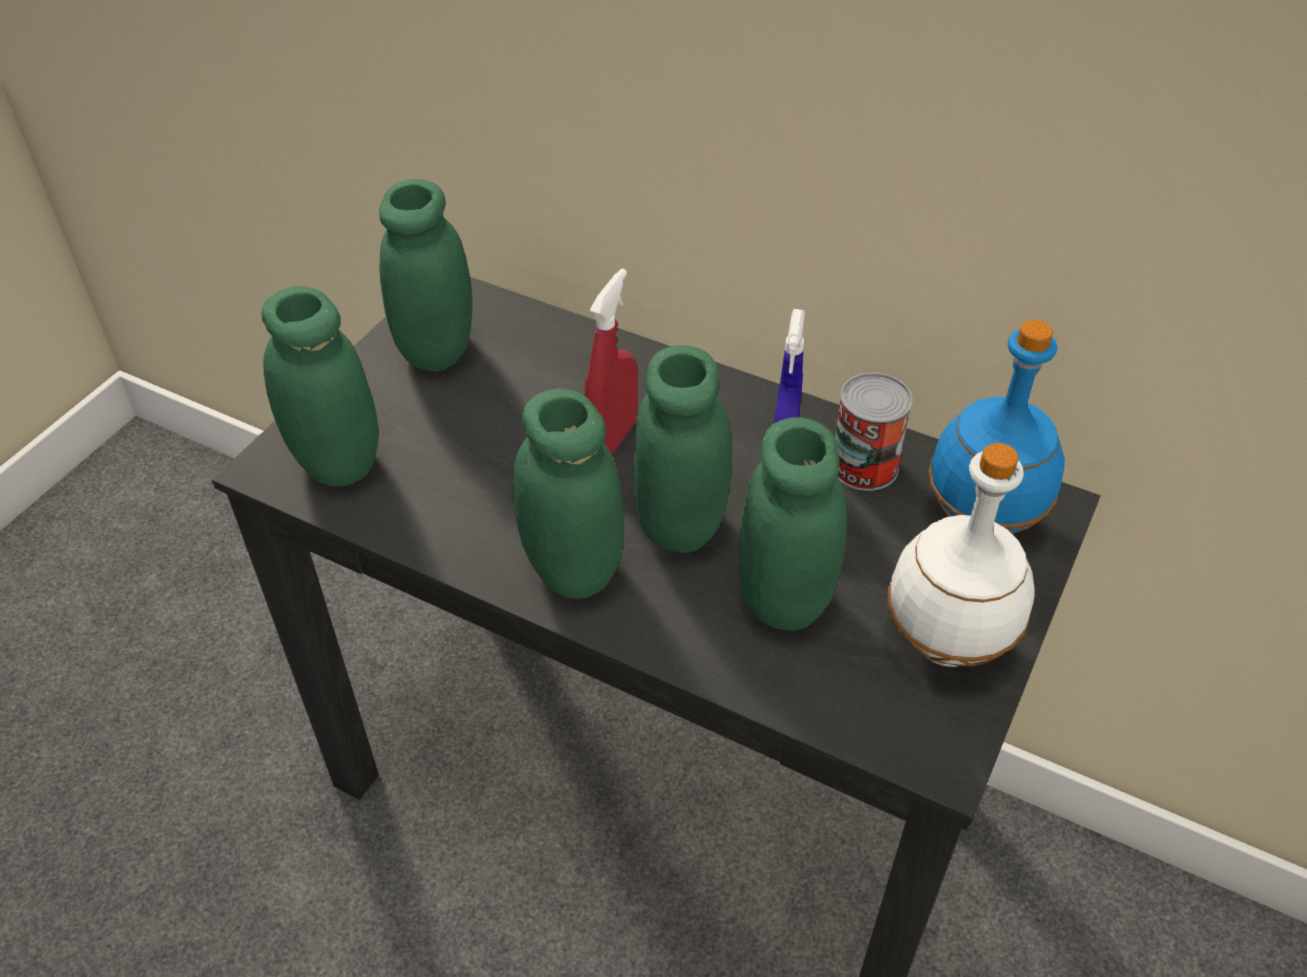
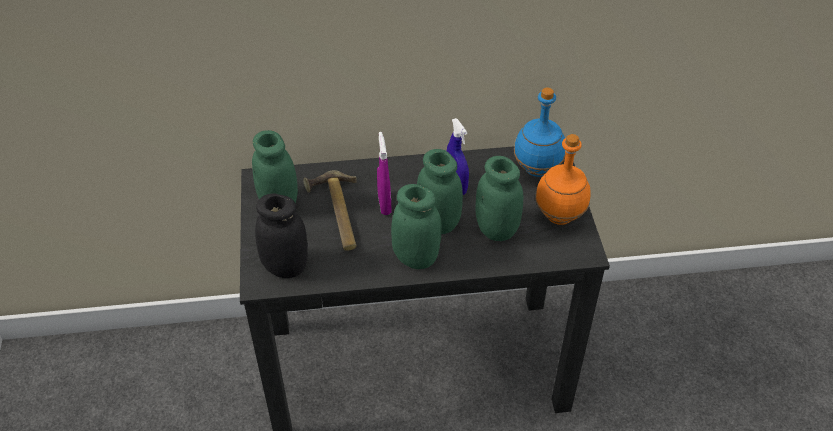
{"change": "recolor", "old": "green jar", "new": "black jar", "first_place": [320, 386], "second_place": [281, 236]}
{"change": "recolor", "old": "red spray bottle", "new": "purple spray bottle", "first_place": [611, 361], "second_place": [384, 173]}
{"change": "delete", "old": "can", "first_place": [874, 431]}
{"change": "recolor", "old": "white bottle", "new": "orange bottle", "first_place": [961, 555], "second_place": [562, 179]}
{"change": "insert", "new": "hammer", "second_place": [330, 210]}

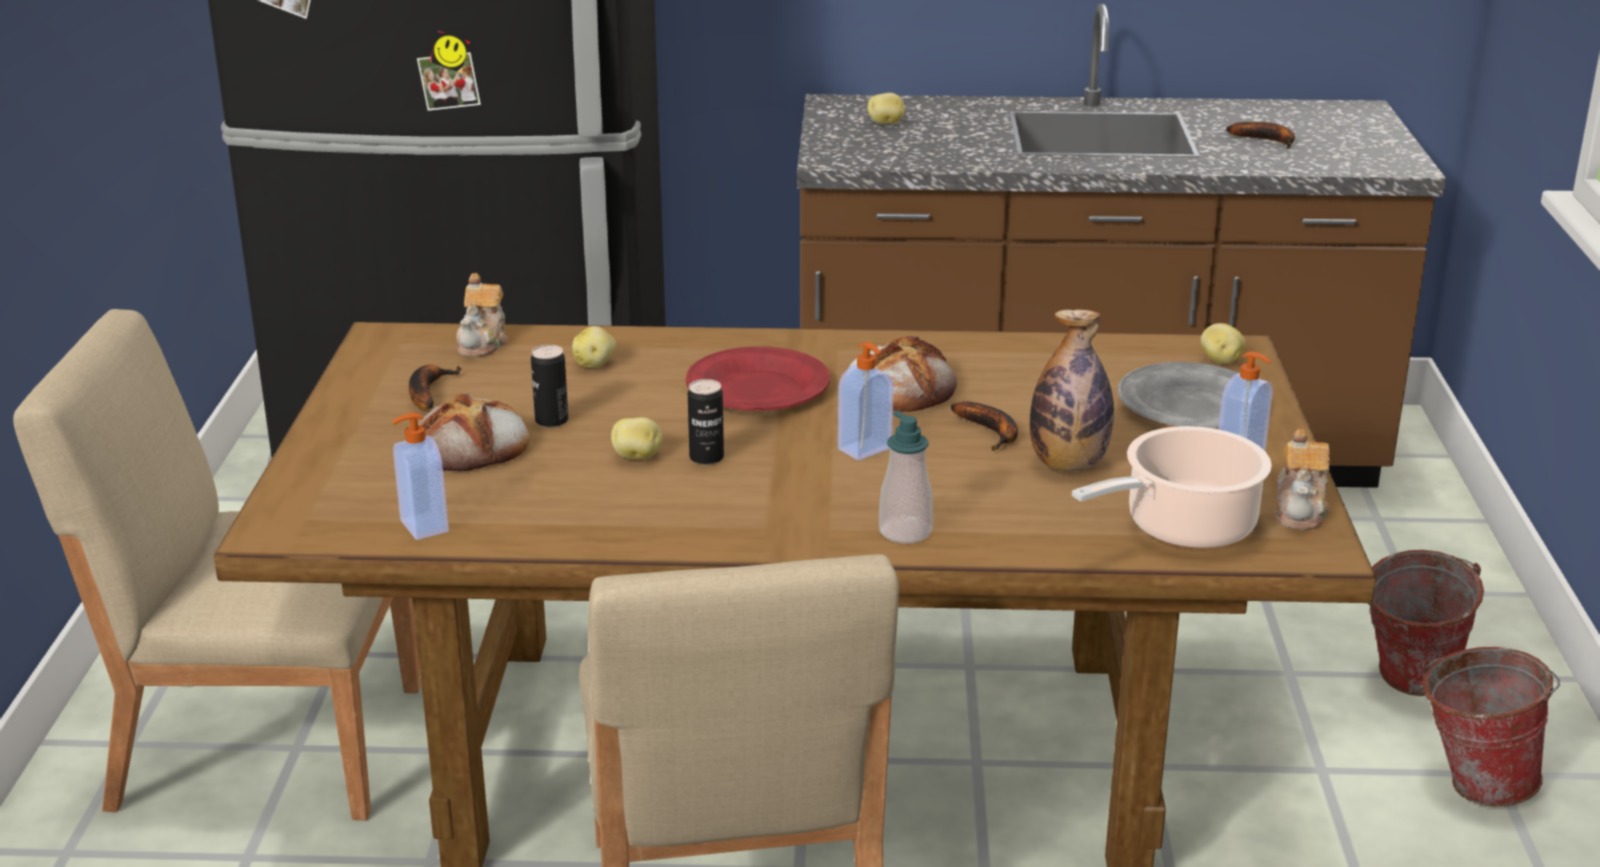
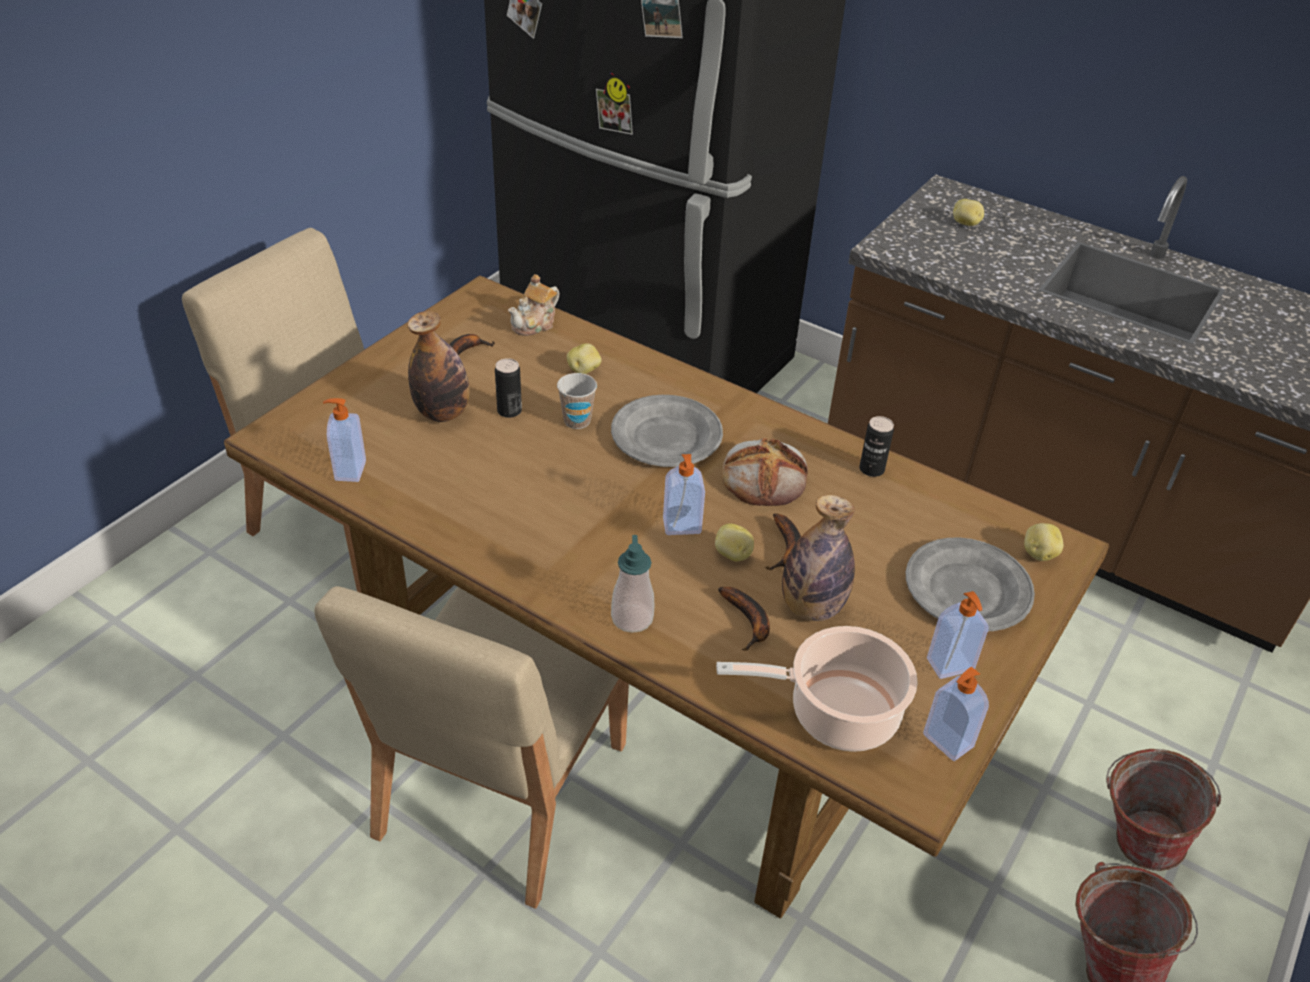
{"change": "replace", "old": "bread", "new": "bottle", "first_place": [474, 432], "second_place": [439, 366]}
{"change": "move", "old": "potato", "first_place": [637, 438], "second_place": [734, 542]}
{"change": "recolor", "old": "red plate", "new": "grey plate", "first_place": [758, 378], "second_place": [667, 431]}
{"change": "move", "old": "can", "first_place": [706, 422], "second_place": [876, 446]}
{"change": "move", "old": "banana", "first_place": [1260, 135], "second_place": [744, 619]}
{"change": "replace", "old": "teapot", "new": "soap dispenser", "first_place": [1302, 479], "second_place": [956, 713]}
{"change": "insert", "new": "cup", "second_place": [577, 401]}

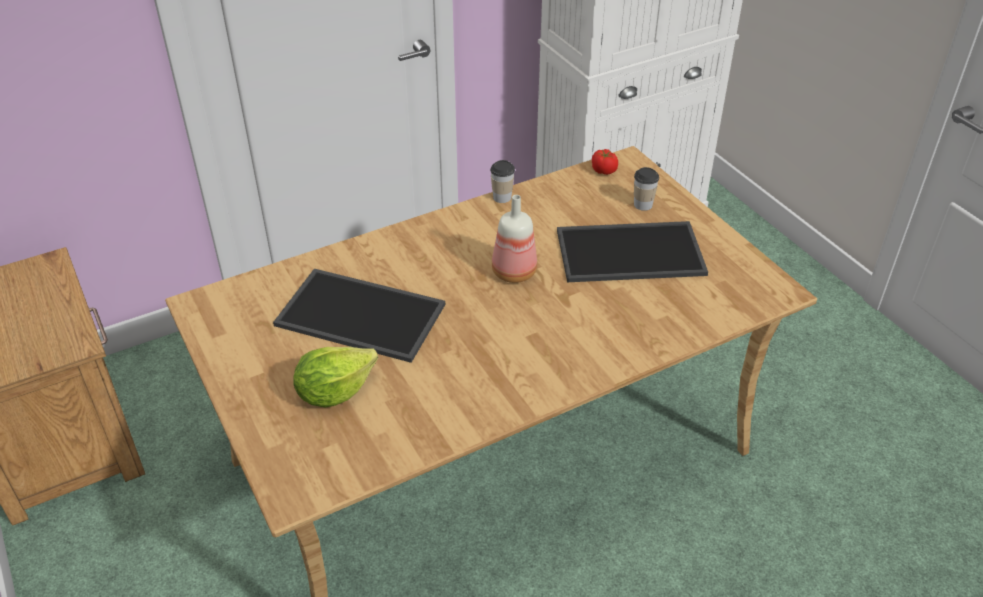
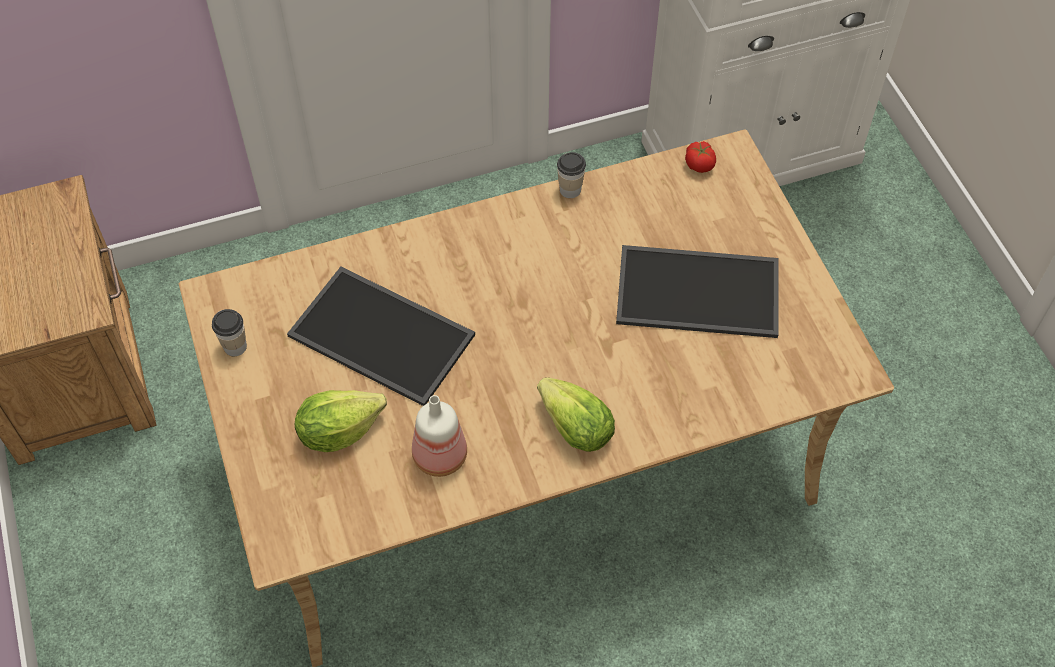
{"change": "move", "old": "bottle", "first_place": [514, 239], "second_place": [439, 436]}
{"change": "move", "old": "cup", "first_place": [646, 189], "second_place": [229, 332]}
{"change": "insert", "new": "lettuce", "second_place": [576, 414]}

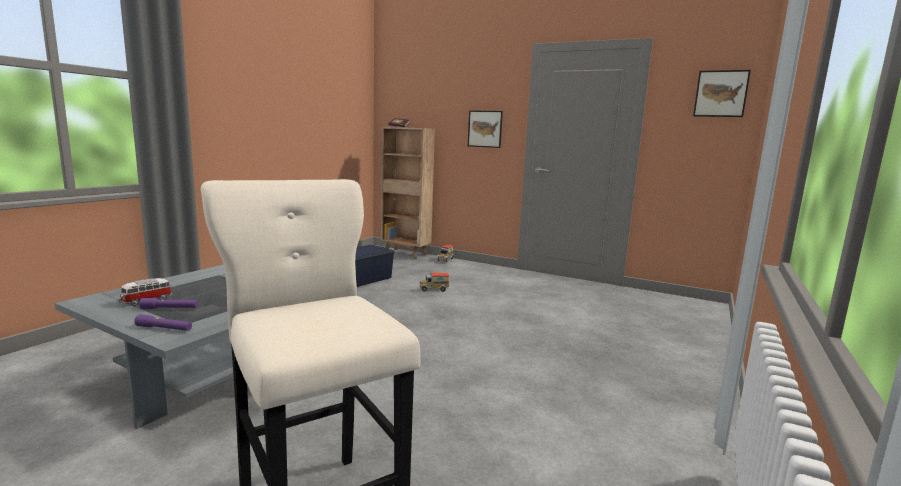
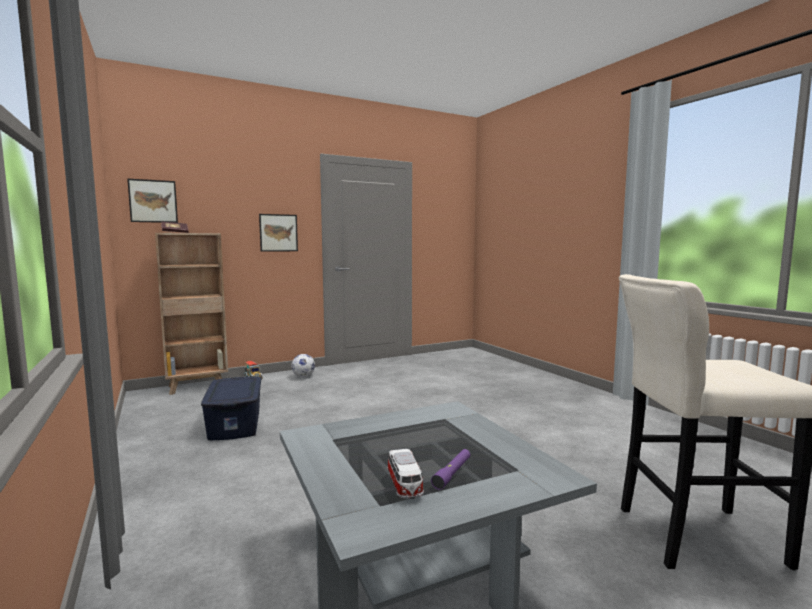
{"change": "delete", "old": "purple flashlight", "first_place": [163, 322]}
{"change": "delete", "old": "toy truck", "first_place": [434, 282]}
{"change": "move", "old": "picture", "first_place": [722, 93], "second_place": [152, 200]}
{"change": "insert", "new": "football", "second_place": [303, 365]}

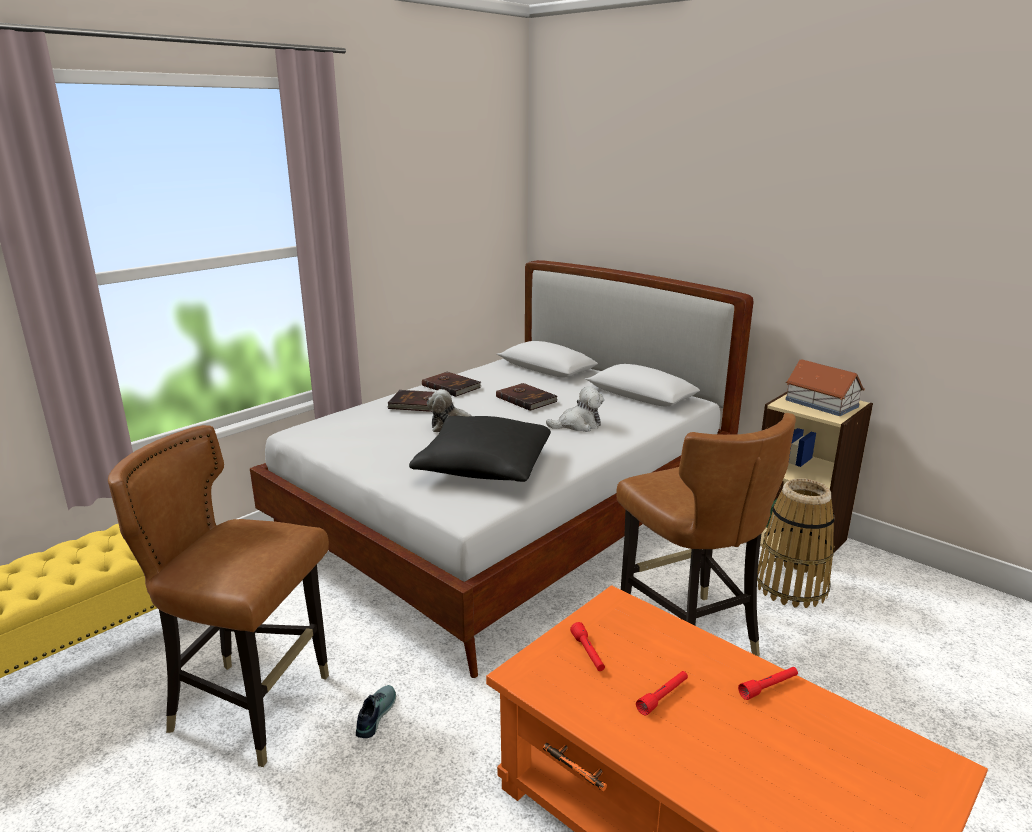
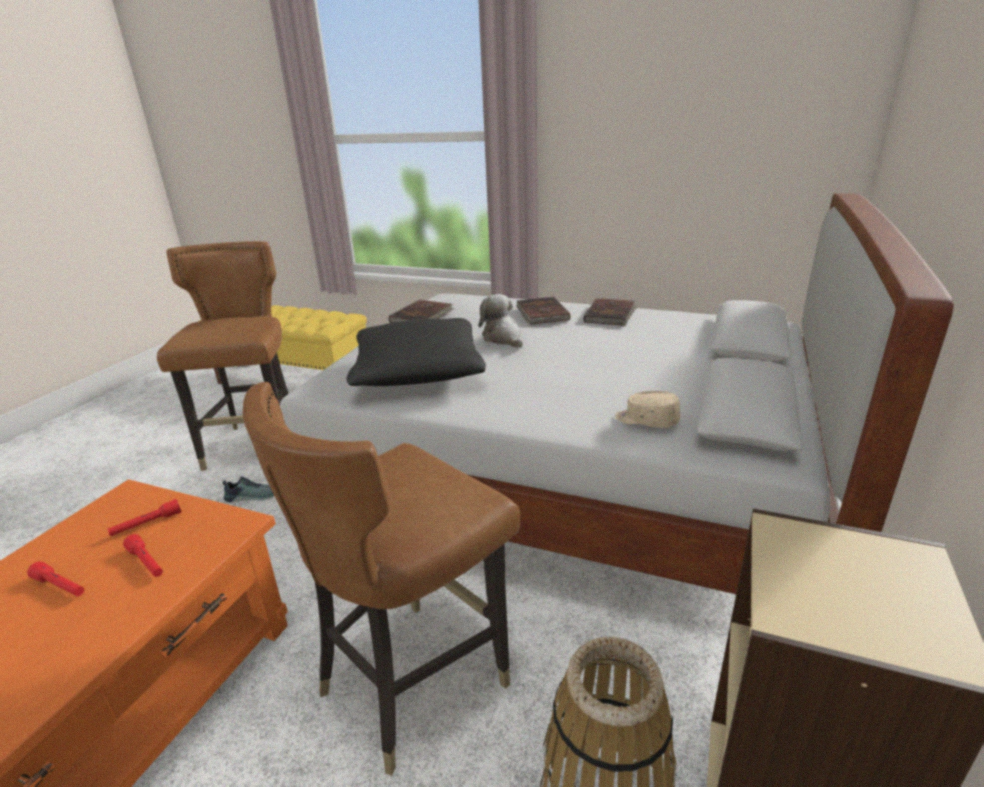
{"change": "move", "old": "brown book", "first_place": [527, 397], "second_place": [422, 311]}
{"change": "delete", "old": "plush toy", "first_place": [575, 409]}
{"change": "move", "old": "red flashlight", "first_place": [768, 683], "second_place": [143, 555]}
{"change": "delete", "old": "toy house", "first_place": [825, 387]}
{"change": "insert", "new": "beige cap", "second_place": [647, 409]}

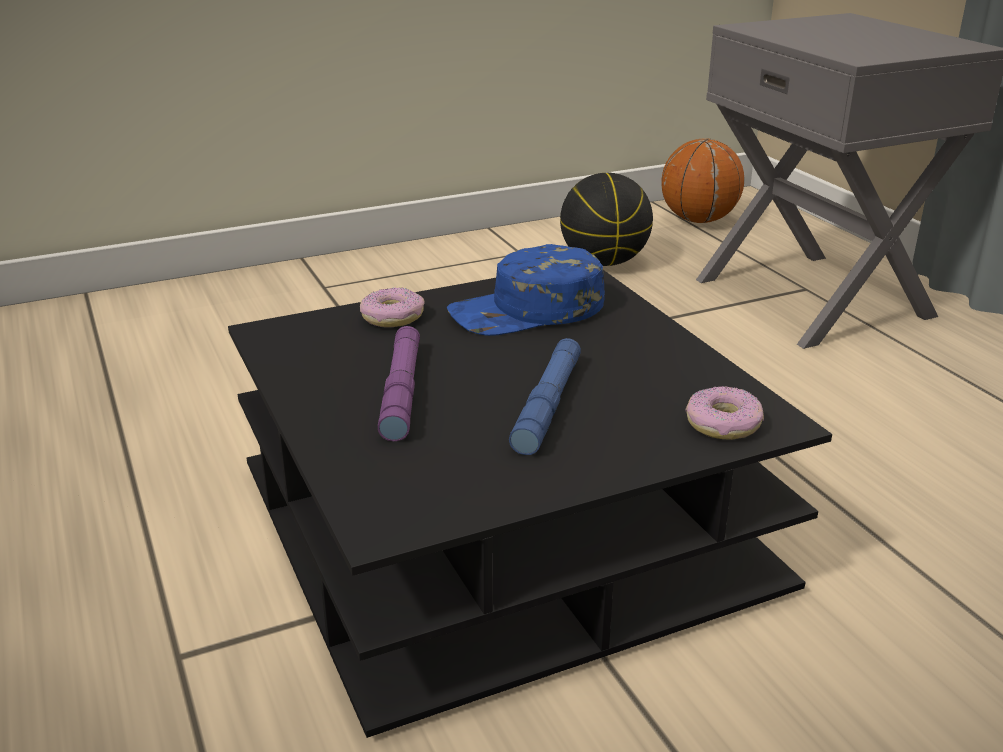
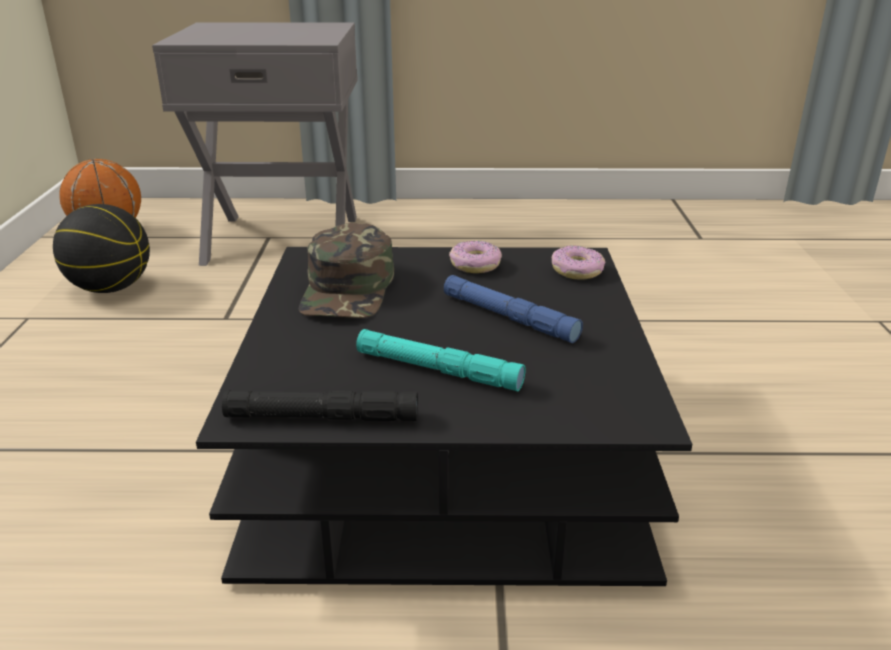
{"change": "move", "old": "donut", "first_place": [392, 307], "second_place": [475, 257]}
{"change": "recolor", "old": "purple flashlight", "new": "turquoise flashlight", "first_place": [399, 383], "second_place": [441, 360]}
{"change": "recolor", "old": "blue cap", "new": "green cap", "first_place": [526, 290], "second_place": [346, 270]}
{"change": "insert", "new": "black flashlight", "second_place": [320, 405]}

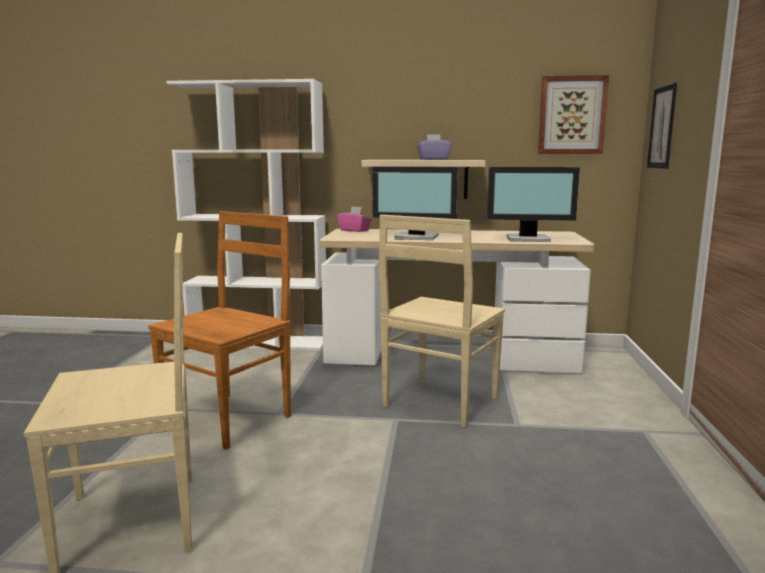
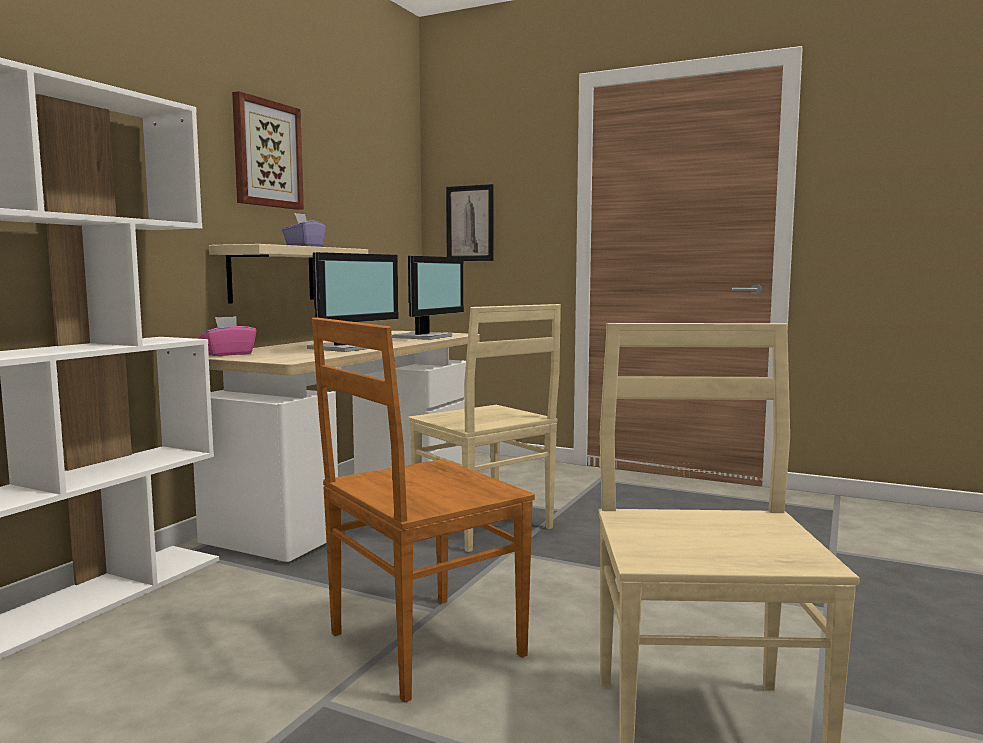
{"change": "rotate", "old": "brown chair", "first_place": [219, 330], "second_place": [423, 510], "degrees": -90}
{"change": "move", "old": "picture", "first_place": [573, 114], "second_place": [268, 150]}

